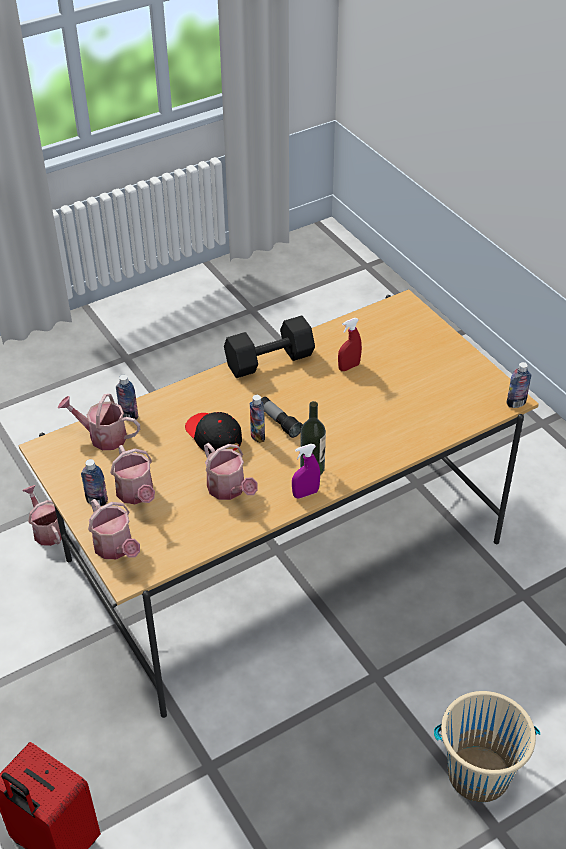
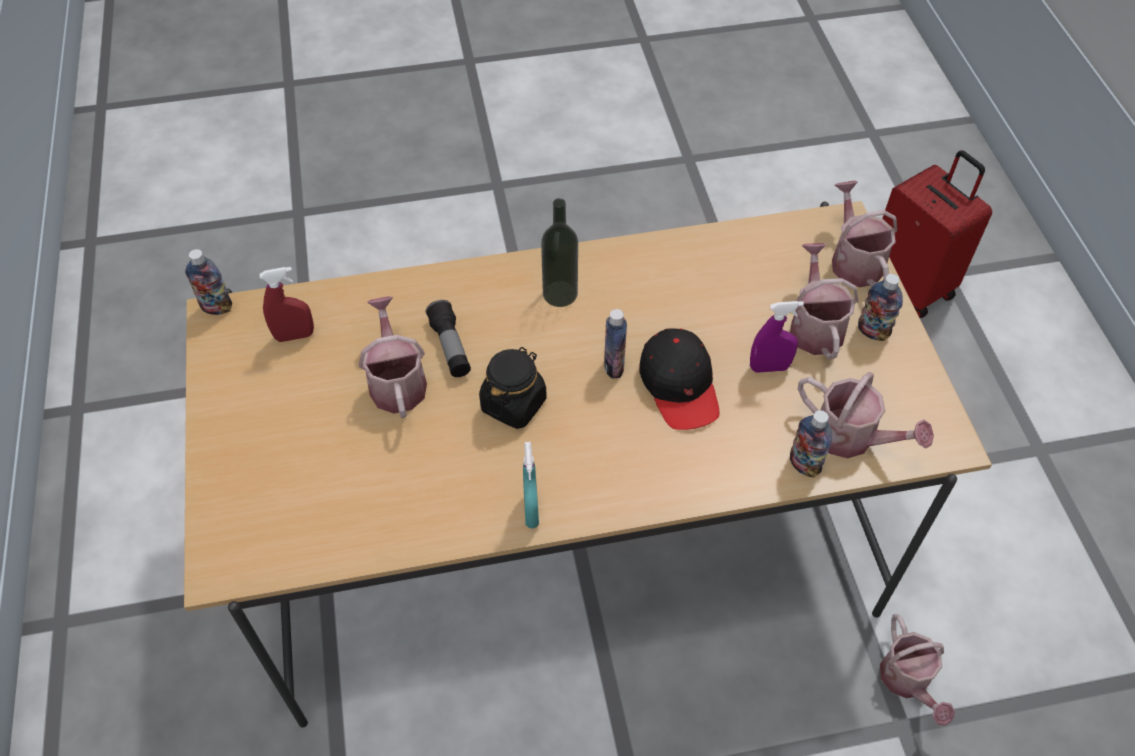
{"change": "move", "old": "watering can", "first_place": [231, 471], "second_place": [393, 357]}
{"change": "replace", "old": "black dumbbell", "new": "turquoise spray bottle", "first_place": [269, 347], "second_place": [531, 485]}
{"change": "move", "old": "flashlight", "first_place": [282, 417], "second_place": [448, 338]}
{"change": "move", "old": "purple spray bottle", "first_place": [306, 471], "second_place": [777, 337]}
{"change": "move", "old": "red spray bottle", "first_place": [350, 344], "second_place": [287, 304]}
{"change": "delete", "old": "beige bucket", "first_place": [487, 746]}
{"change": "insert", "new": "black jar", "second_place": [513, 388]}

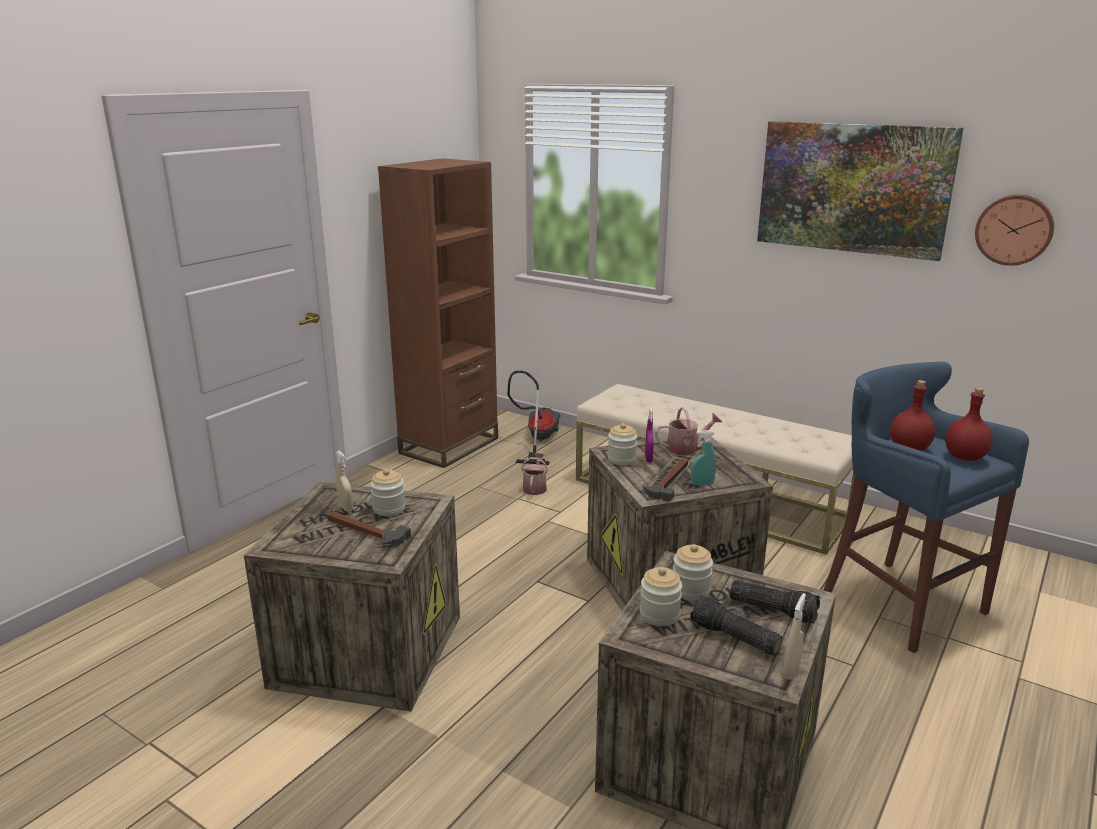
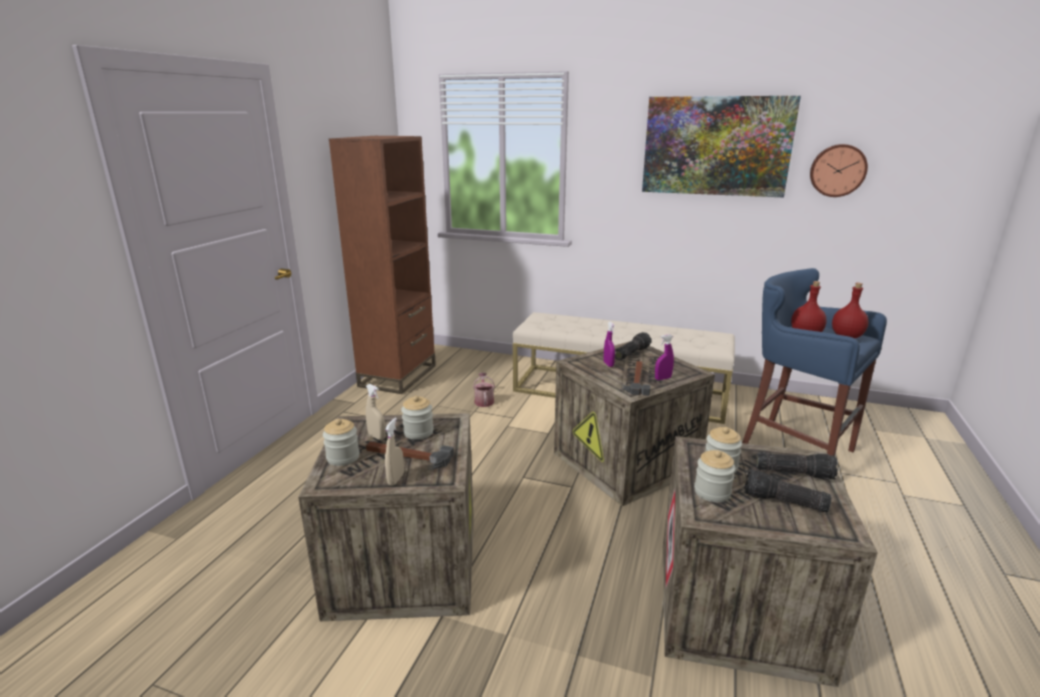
{"change": "delete", "old": "vacuum cleaner", "first_place": [533, 417]}
{"change": "move", "old": "jar", "first_place": [623, 444], "second_place": [341, 442]}
{"change": "replace", "old": "watering can", "new": "flashlight", "first_place": [688, 431], "second_place": [633, 346]}
{"change": "recolor", "old": "turquoise spray bottle", "new": "purple spray bottle", "first_place": [703, 457], "second_place": [664, 357]}
{"change": "move", "old": "beige spray bottle", "first_place": [794, 636], "second_place": [394, 452]}

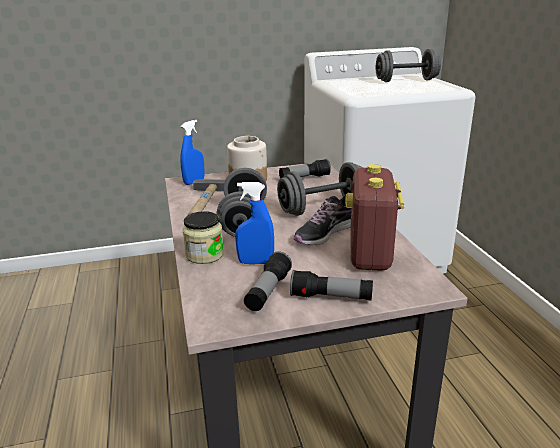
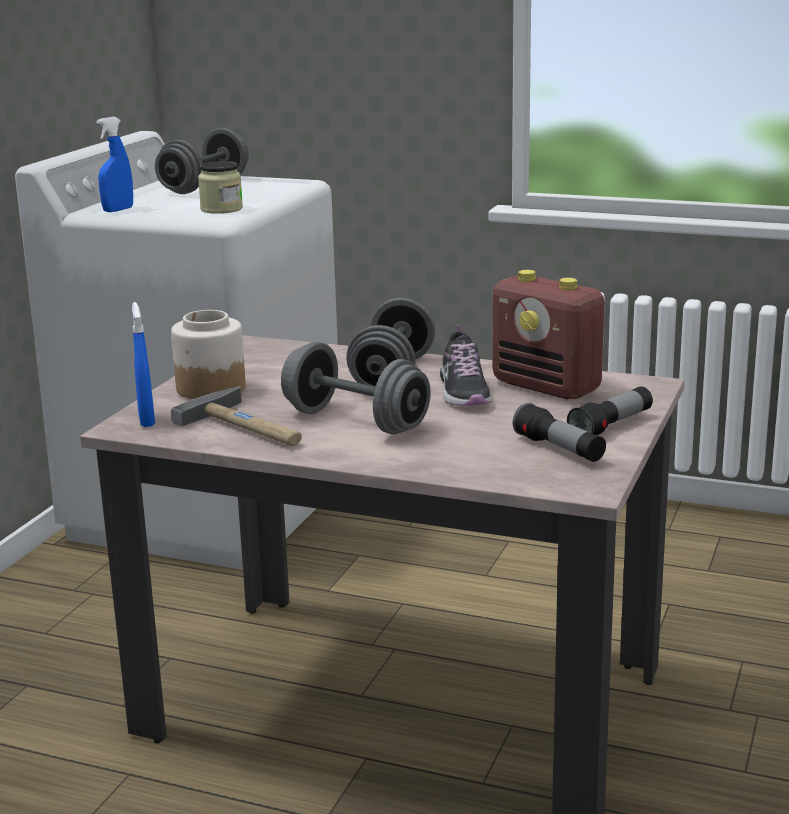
{"change": "move", "old": "jar", "first_place": [203, 237], "second_place": [220, 187]}
{"change": "move", "old": "blue spray bottle", "first_place": [254, 223], "second_place": [114, 164]}
{"change": "delete", "old": "flashlight", "first_place": [305, 168]}

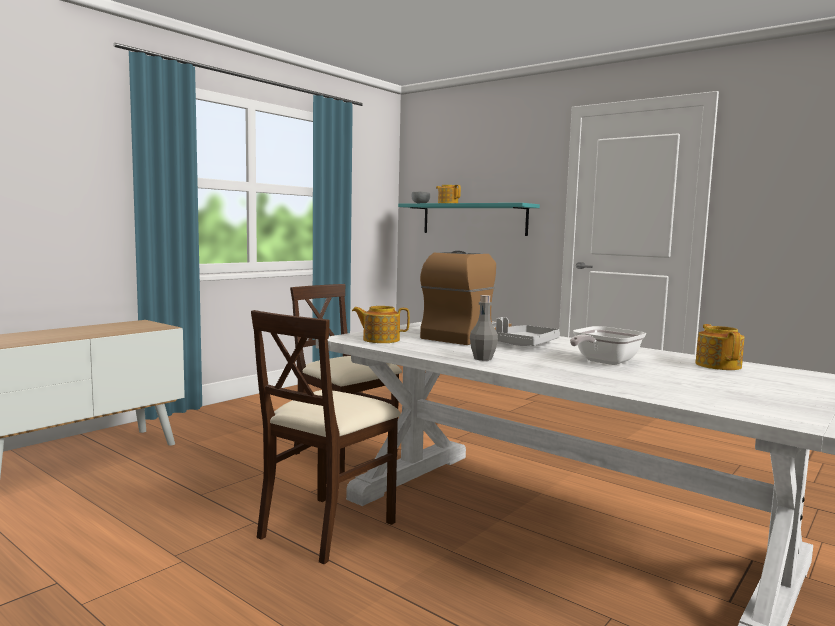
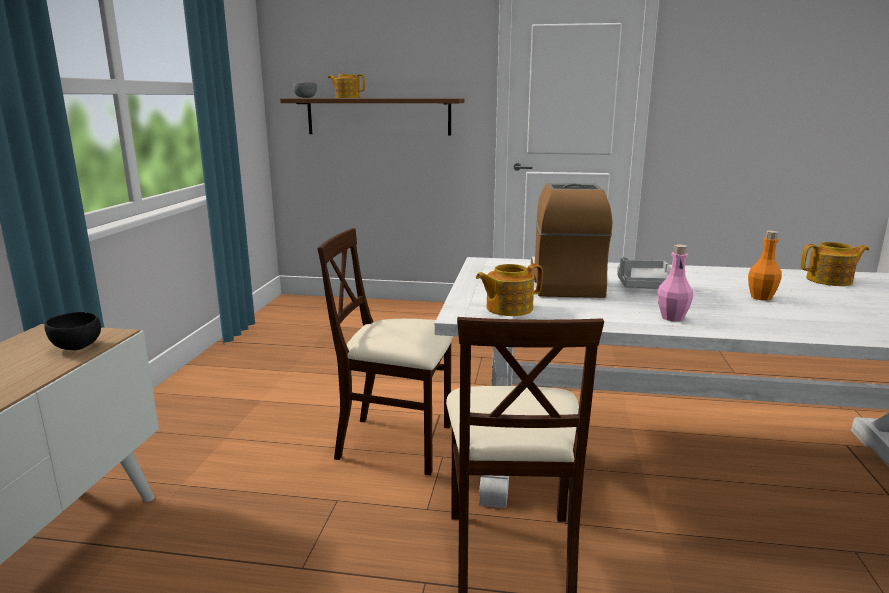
{"change": "recolor", "old": "turquoise shelf", "new": "brown shelf", "first_place": [469, 219], "second_place": [372, 116]}
{"change": "recolor", "old": "grey bottle", "new": "pink bottle", "first_place": [484, 328], "second_place": [675, 283]}
{"change": "replace", "old": "frying pan", "new": "orange bottle", "first_place": [608, 345], "second_place": [765, 266]}
{"change": "rotate", "old": "teapot", "first_place": [720, 347], "second_place": [835, 264], "degrees": 120}
{"change": "insert", "new": "black bowl", "second_place": [72, 331]}

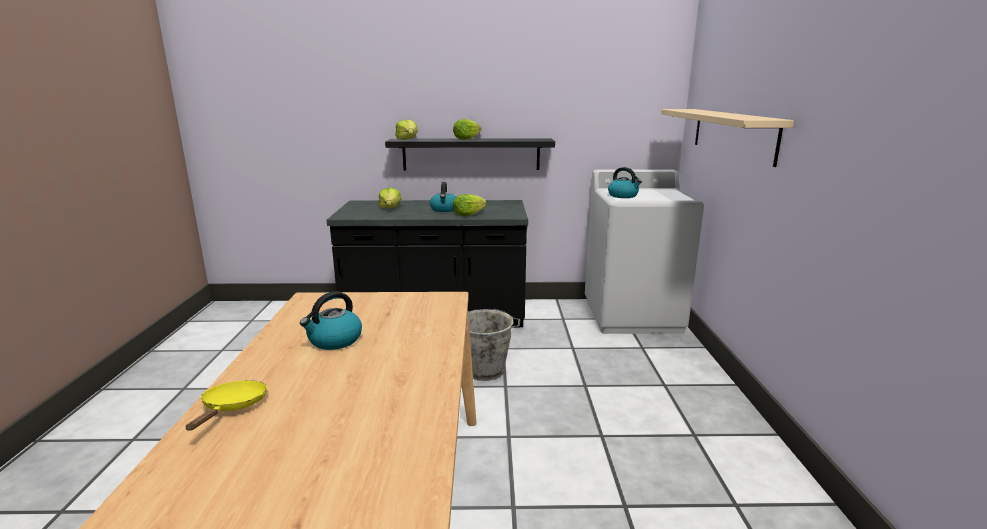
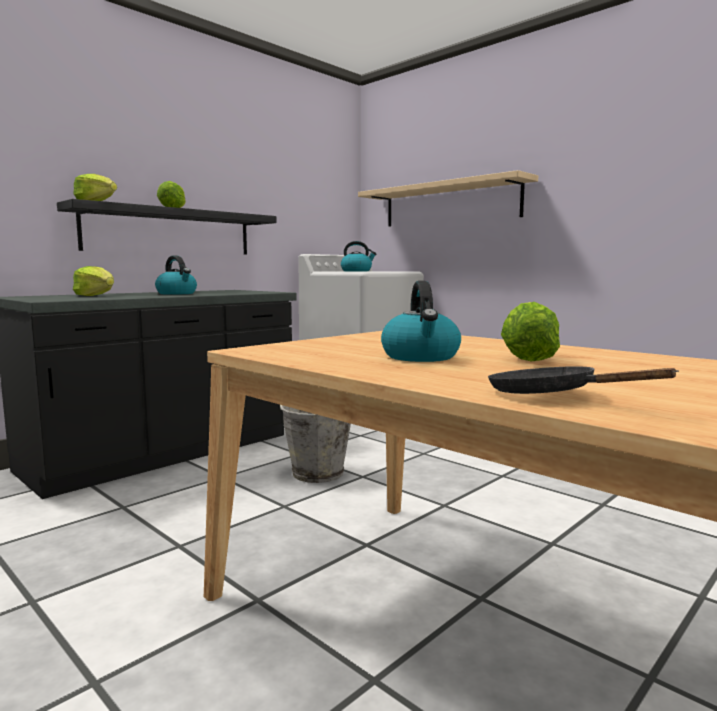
{"change": "recolor", "old": "yellow frying pan", "new": "black frying pan", "first_place": [226, 405], "second_place": [583, 380]}
{"change": "move", "old": "lettuce", "first_place": [470, 205], "second_place": [530, 332]}

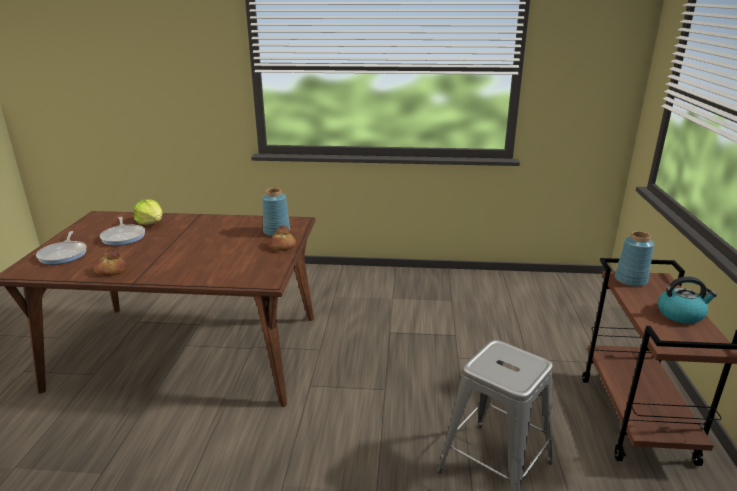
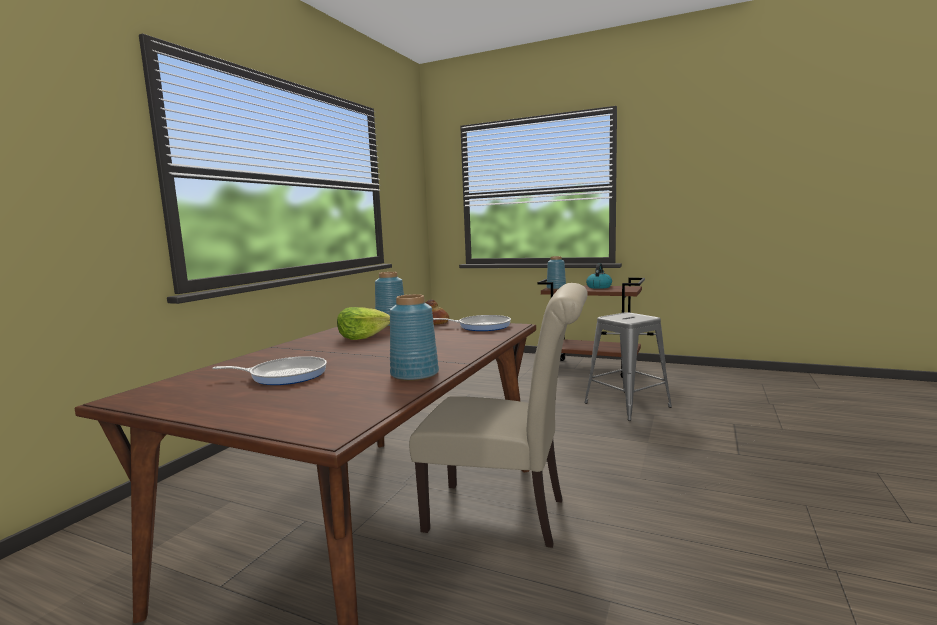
{"change": "move", "old": "frying pan", "first_place": [61, 248], "second_place": [472, 323]}
{"change": "replace", "old": "bread", "new": "blue vase", "first_place": [110, 262], "second_place": [414, 337]}
{"change": "move", "old": "lettuce", "first_place": [147, 212], "second_place": [363, 323]}
{"change": "insert", "new": "beige chair", "second_place": [498, 415]}

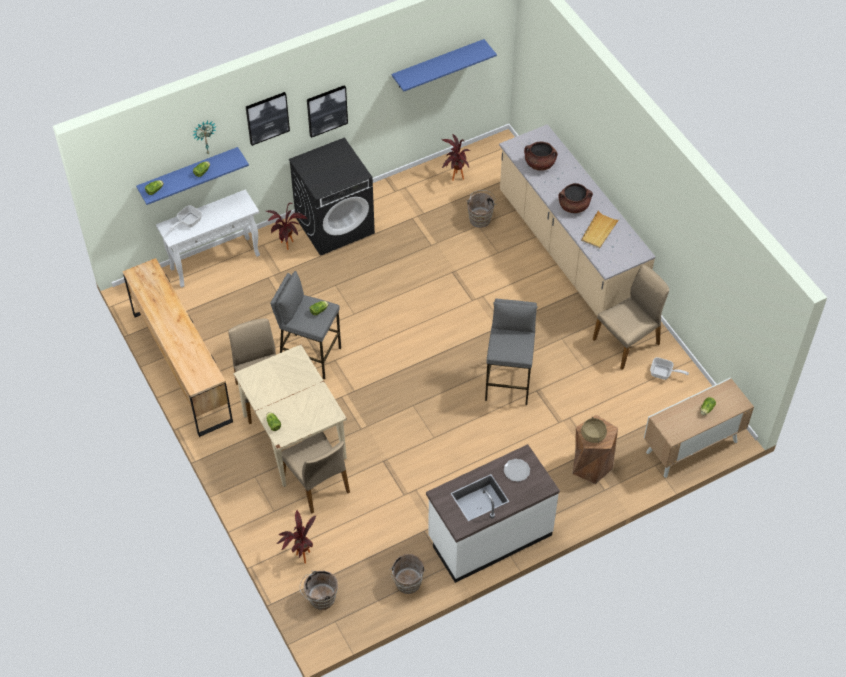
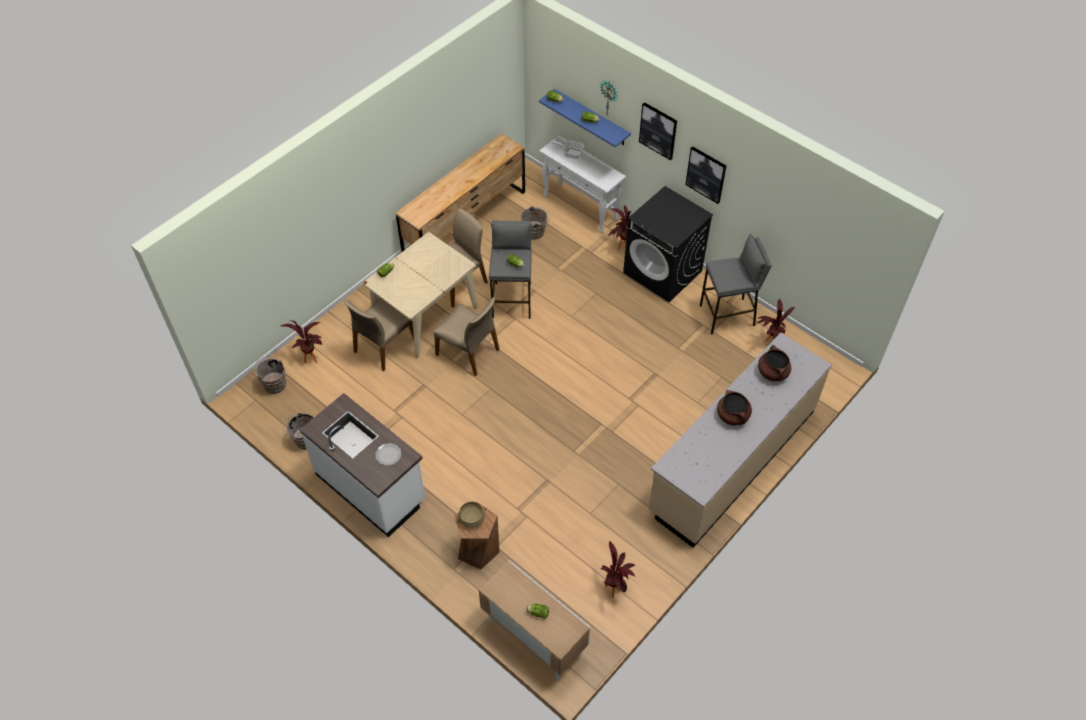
{"change": "delete", "old": "blue shelf", "first_place": [444, 65]}
{"change": "move", "old": "brown bucket", "first_place": [481, 209], "second_place": [536, 223]}
{"change": "move", "old": "grey stool", "first_place": [511, 352], "second_place": [736, 284]}
{"change": "delete", "old": "beige tray", "first_place": [600, 229]}
{"change": "move", "old": "beige chair", "first_place": [631, 317], "second_place": [467, 336]}
{"change": "replace", "old": "frying pan", "new": "potted plant", "first_place": [669, 368], "second_place": [617, 569]}

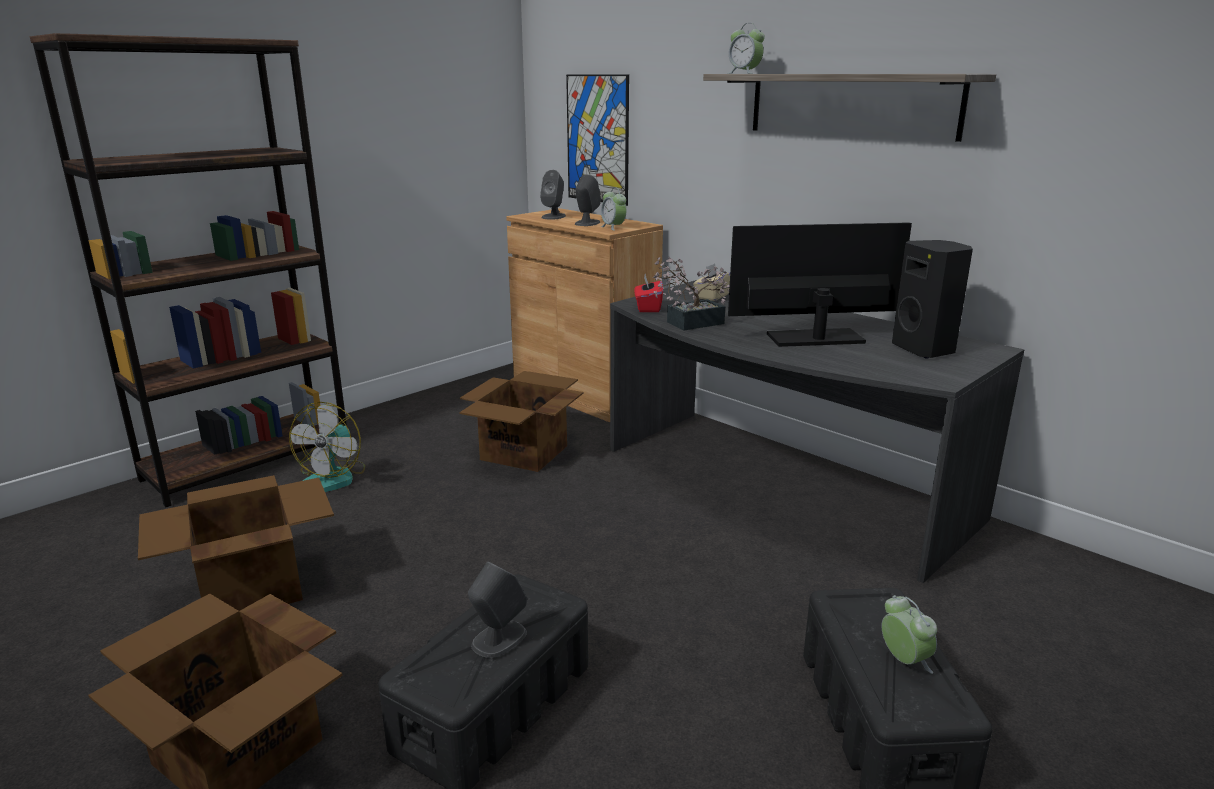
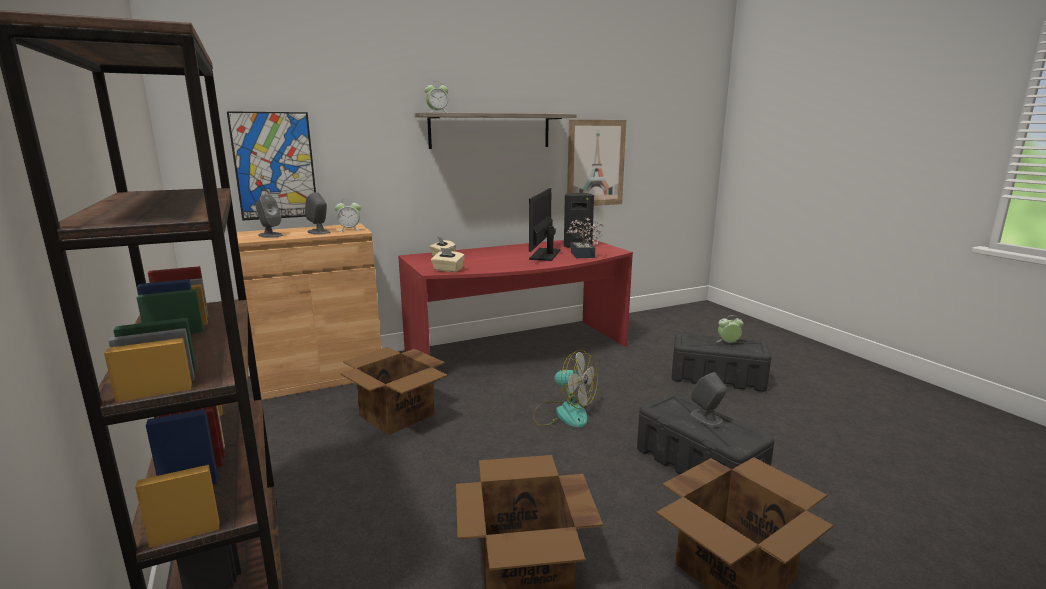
{"change": "move", "old": "fan", "first_place": [327, 447], "second_place": [565, 388]}
{"change": "recolor", "old": "grey desk", "new": "red desk", "first_place": [817, 431], "second_place": [515, 297]}
{"change": "recolor", "old": "red tissue box", "new": "beige tissue box", "first_place": [648, 293], "second_place": [448, 260]}
{"change": "move", "old": "potted plant", "first_place": [691, 293], "second_place": [586, 238]}
{"change": "insert", "new": "picture", "second_place": [596, 163]}

